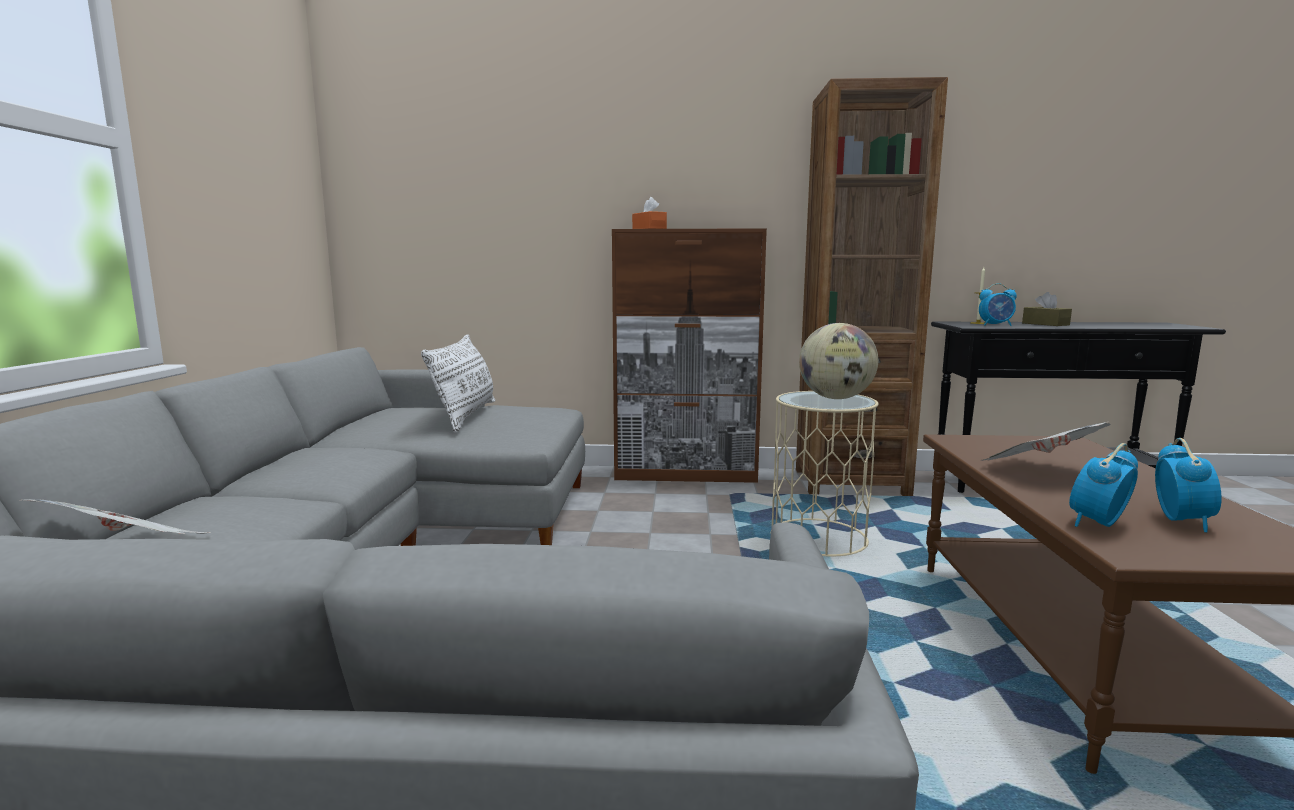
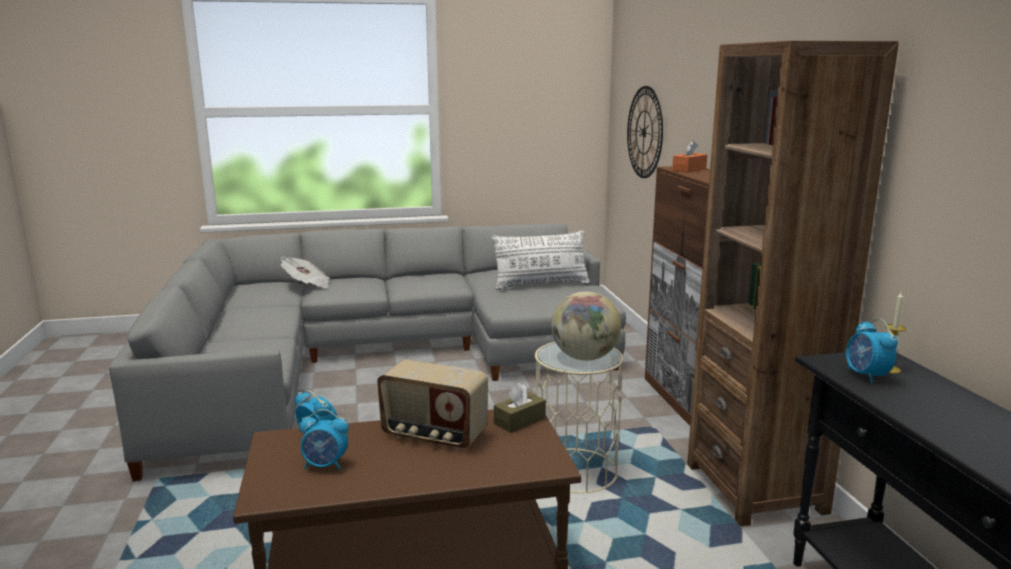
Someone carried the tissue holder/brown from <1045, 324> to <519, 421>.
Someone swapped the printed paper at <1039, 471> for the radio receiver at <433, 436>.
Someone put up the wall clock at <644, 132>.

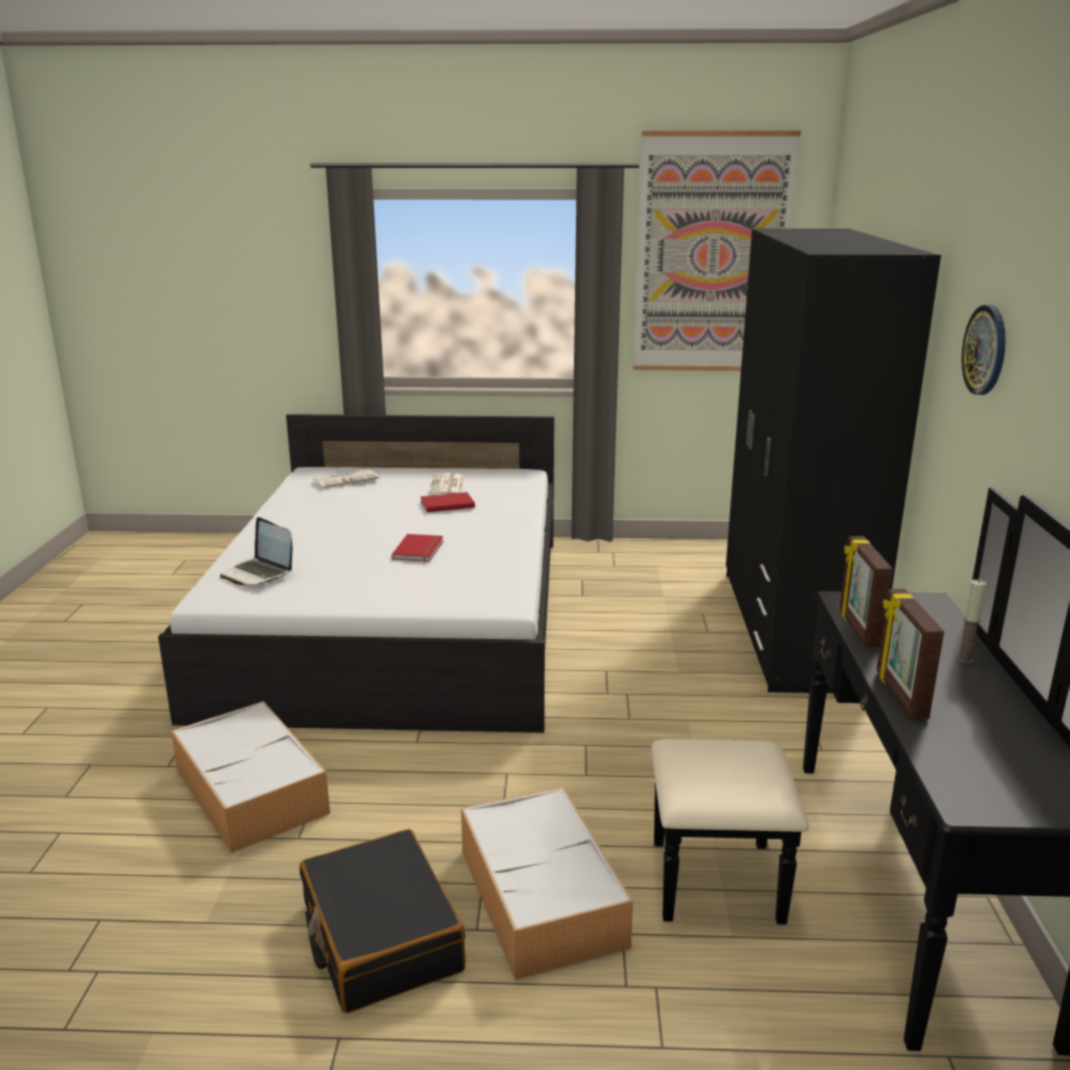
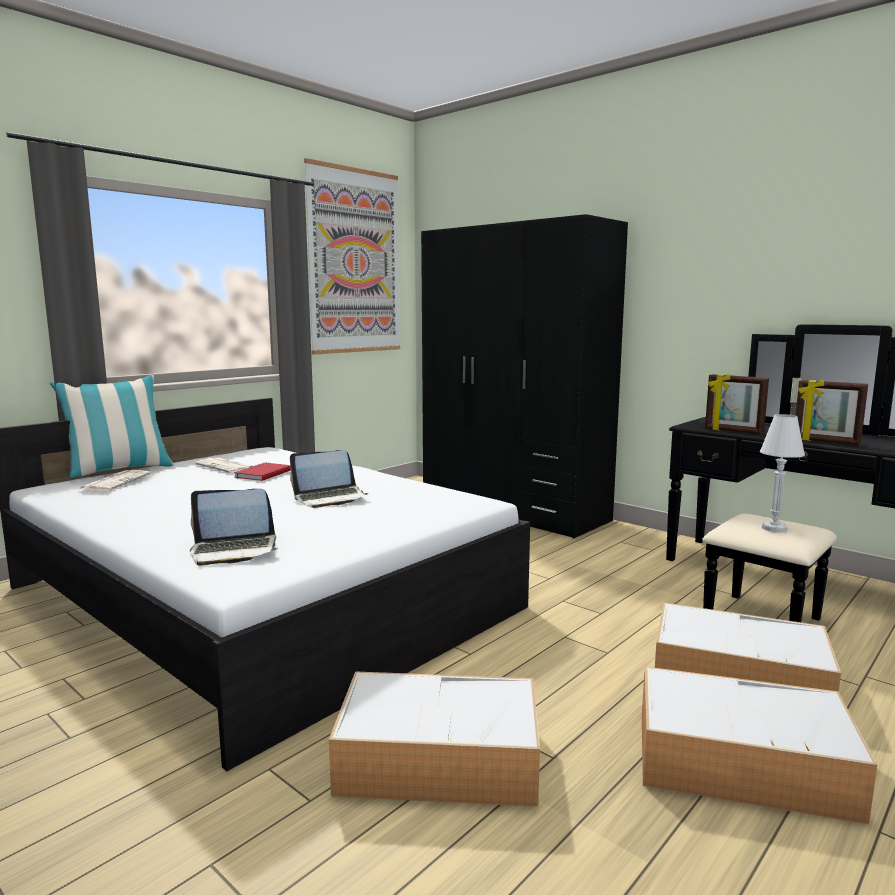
Someone took away the wall clock at <986, 350>.
Someone swapped the volume/red at <420, 550> for the notebook computer at <330, 498>.
Someone swapped the suitcase/blackish at <380, 937> for the storage box at <745, 763>.
Someone put down the throw pillow at <119, 470>.
Someone put down the tabletop lamp/whitish at <774, 528>.

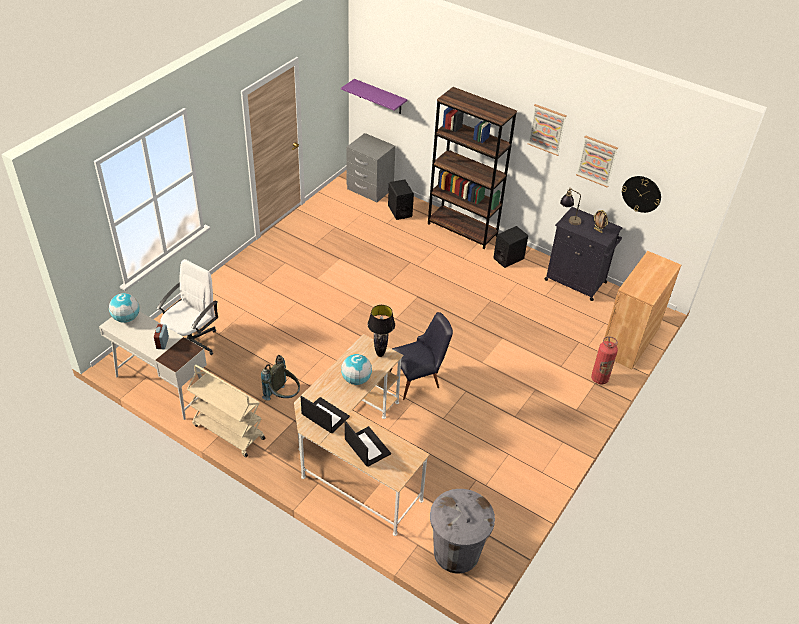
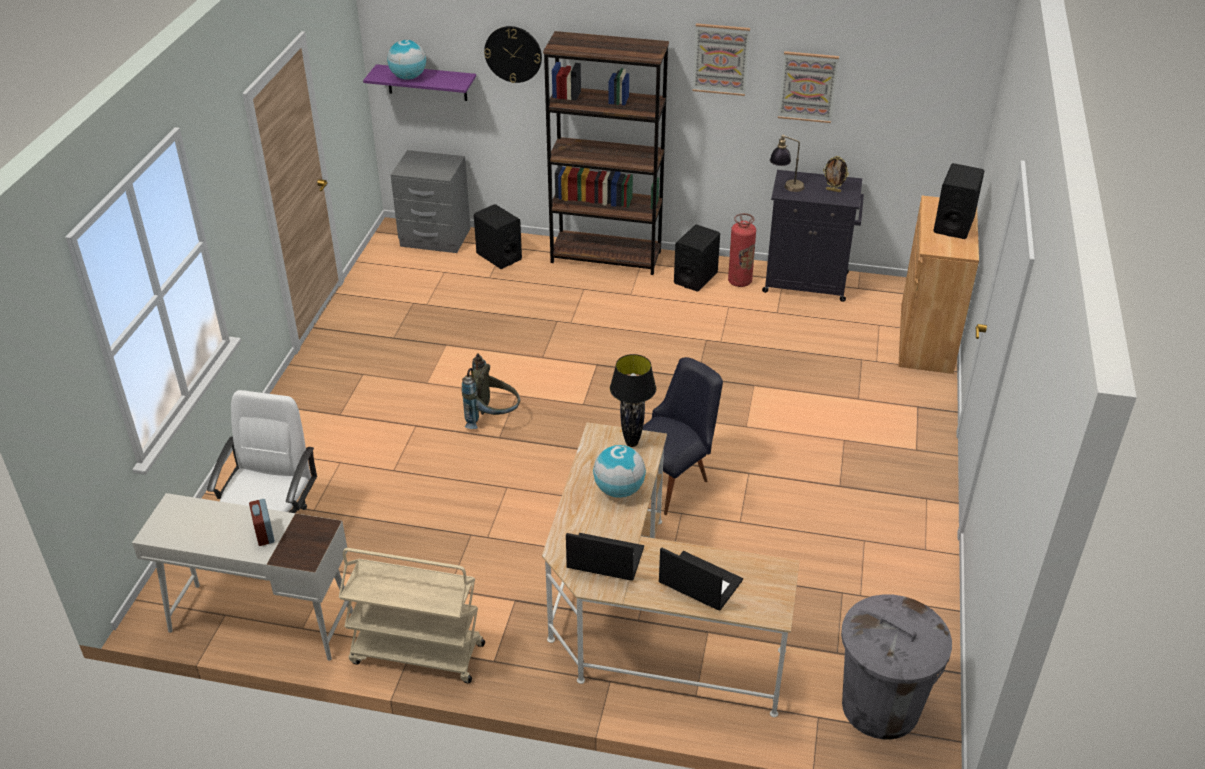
Someone carried the wall clock from <641, 194> to <513, 54>.
Someone carried the globe from <126, 318> to <408, 77>.
Someone carried the fire-fighting cylinder from <599, 378> to <739, 281>.
Someone carried the rucksack/gray from <283, 396> to <493, 419>.
Someone put down the loudspeaker/blackish at <953, 225>.

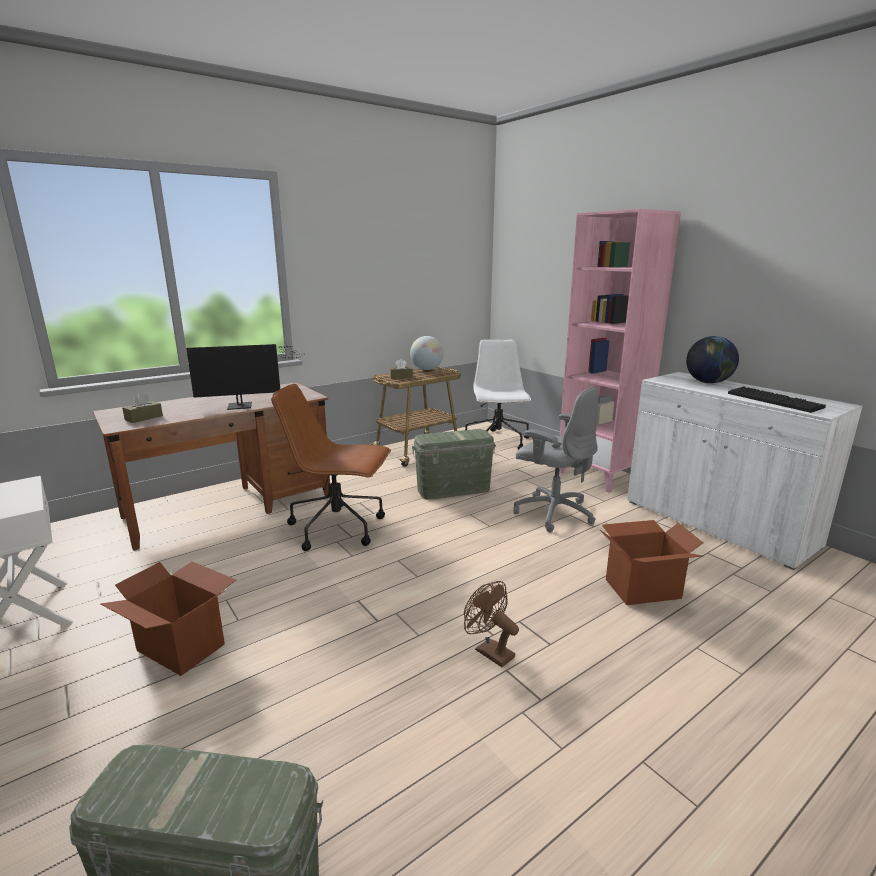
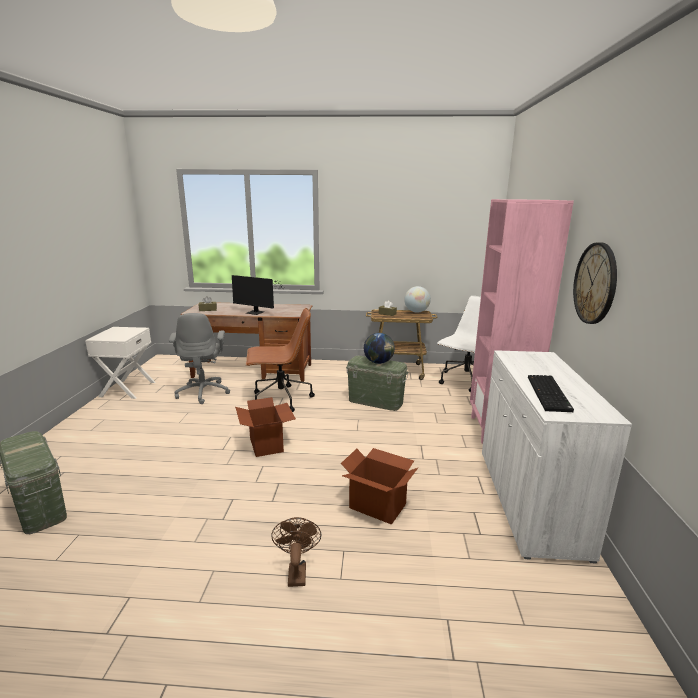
Someone carried the globe from <708, 382> to <378, 362>.
Someone rotated the desk chair/brown at <339, 528> by 120 degrees clockwise.
Someone carried the desk chair/gray from <553, 512> to <203, 392>.
Someone carried the packing box from <182, 646> to <267, 444>.
Someone carried the cooling fan/brown from <489, 651> to <296, 571>.
Someone put up the wall clock at <595, 283>.

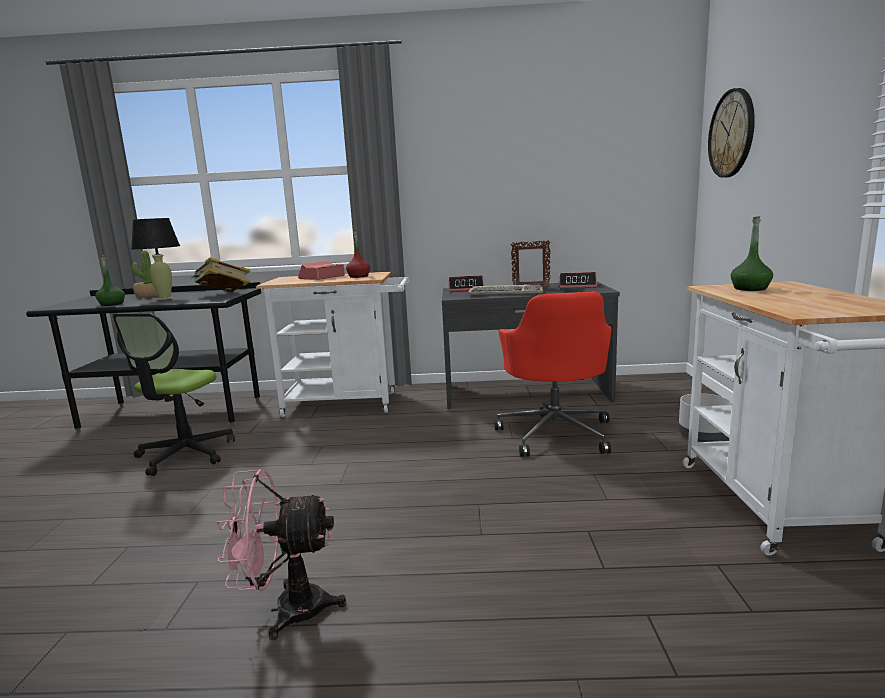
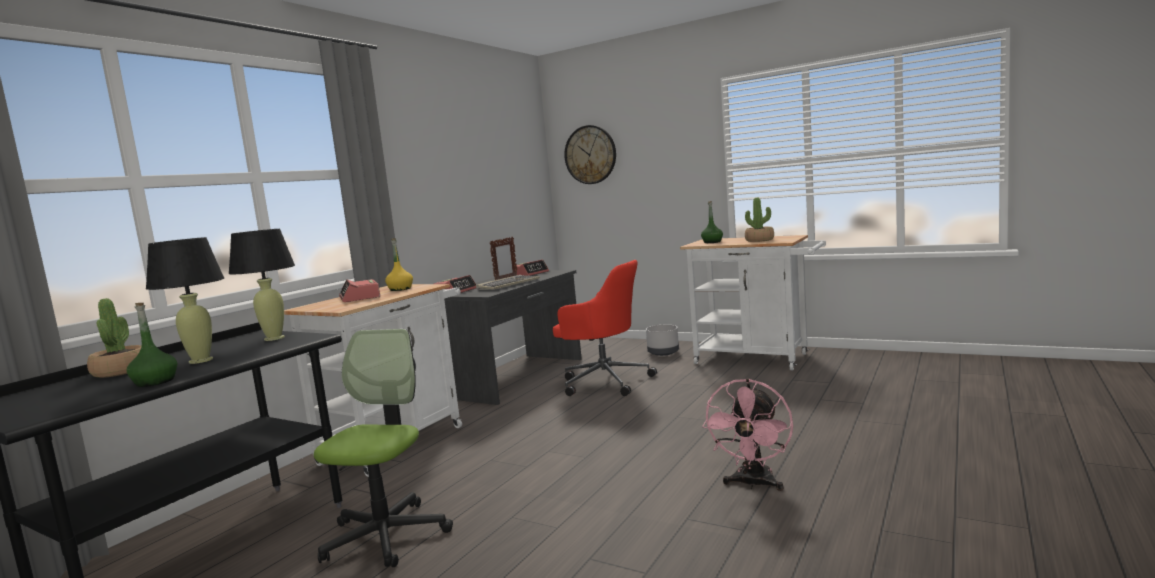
Someone repainted the beverage bottle/red at <358, 276>, which became the beverage bottle/yellowish at <400, 289>.
Someone swapped the volume at <223, 295> for the tabletop lamp/blackish at <274, 338>.
Someone rotated the desk chair at <185, 454> by 120 degrees counterclockwise.
Someone put down the plant in a pot at <759, 240>.

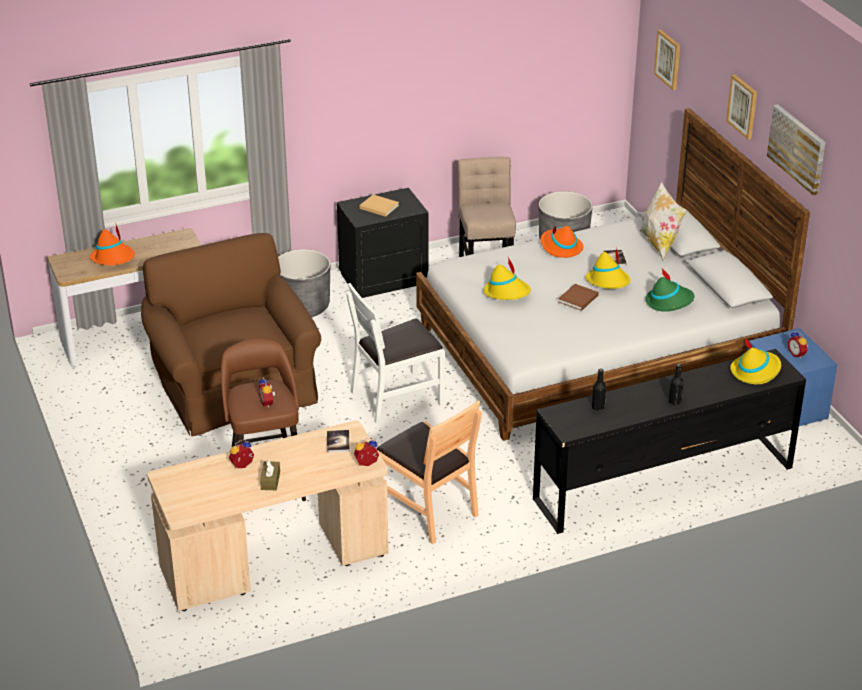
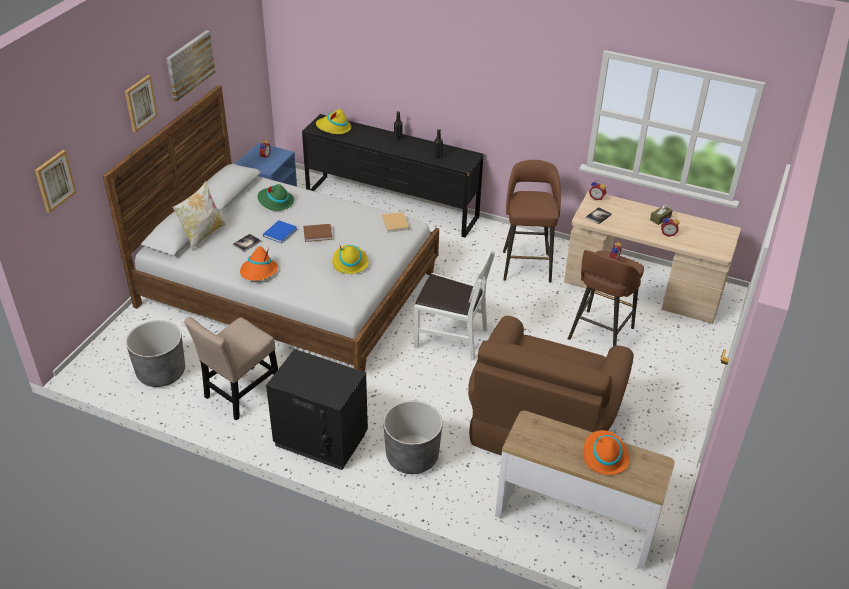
Someone carried the volume/beige-coloured from <378, 206> to <395, 224>.
Someone swapped the wearable hat/yellowish at <608, 281> for the volume/blue at <280, 232>.
Someone swapped the plain chair/brown at <427, 510> for the sitting stool/brown at <526, 265>.

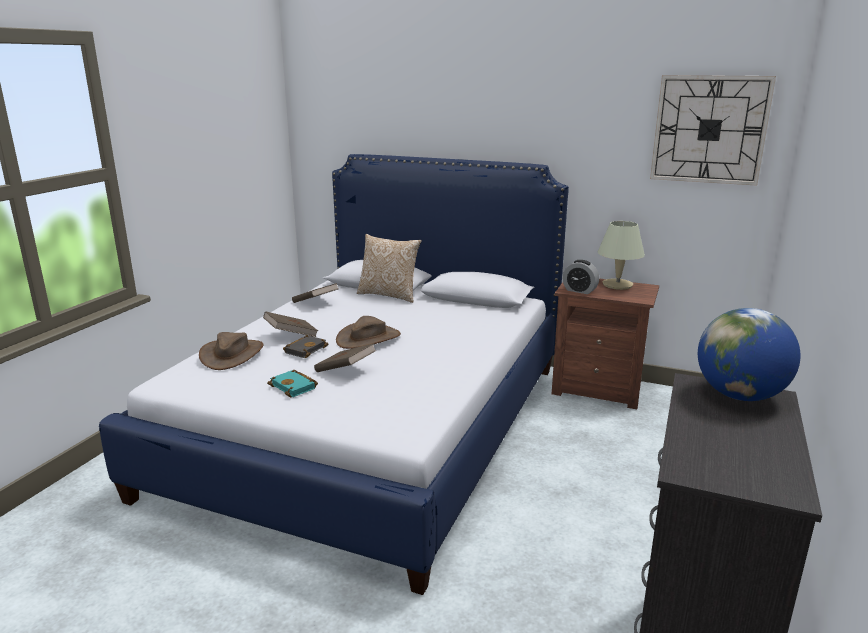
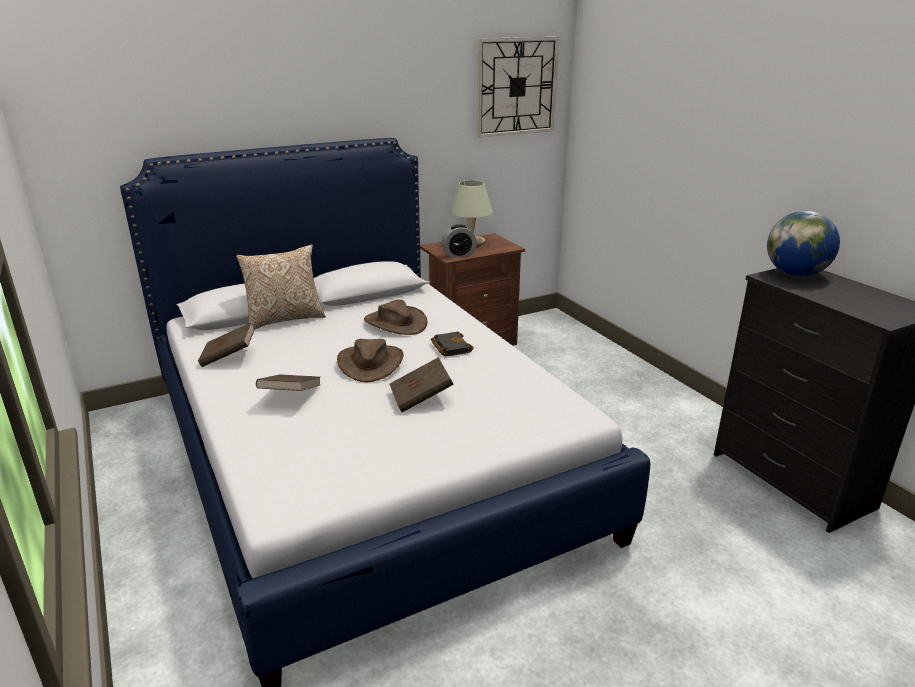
Someone carried the wearable hat/brown from <232, 354> to <395, 323>.
Someone carried the volume/blackish from <305, 349> to <449, 347>.
Someone took away the volume/turquoise at <295, 387>.

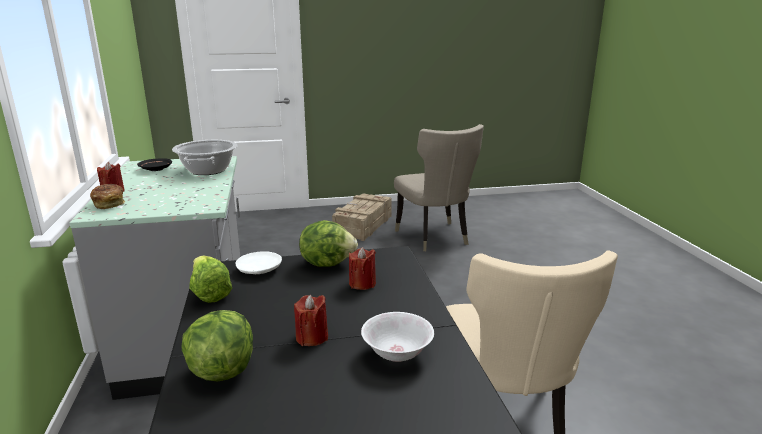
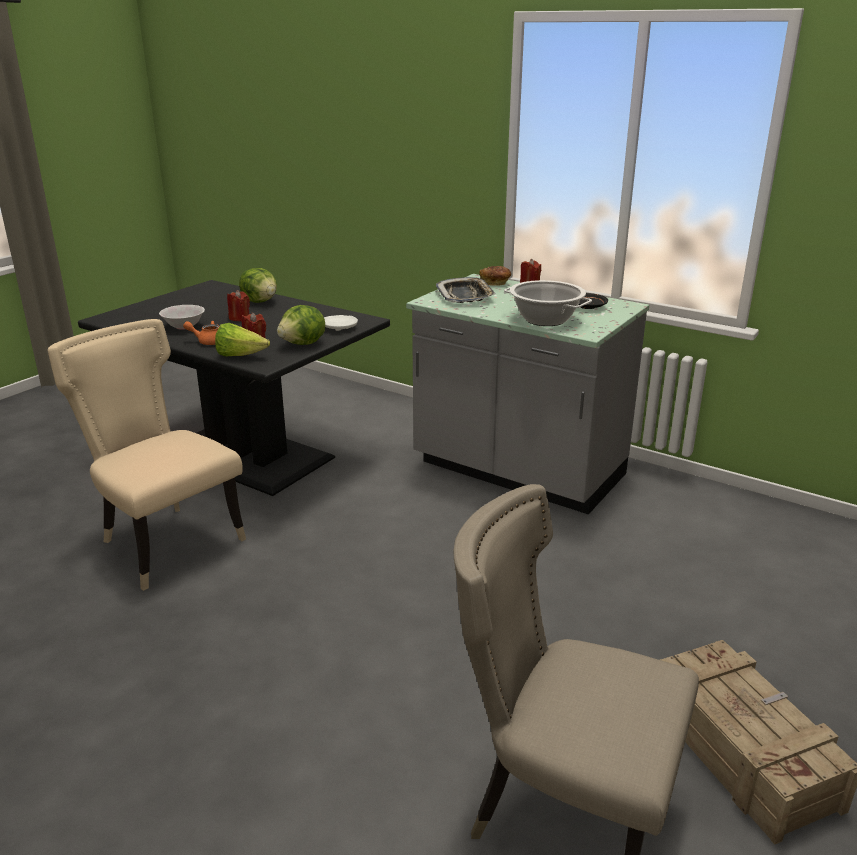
Someone carried the head of lettuce from <209, 293> to <240, 356>.
Someone put down the carrying tray at <465, 295>.
Someone put down the tea pot/orangey at <208, 341>.

